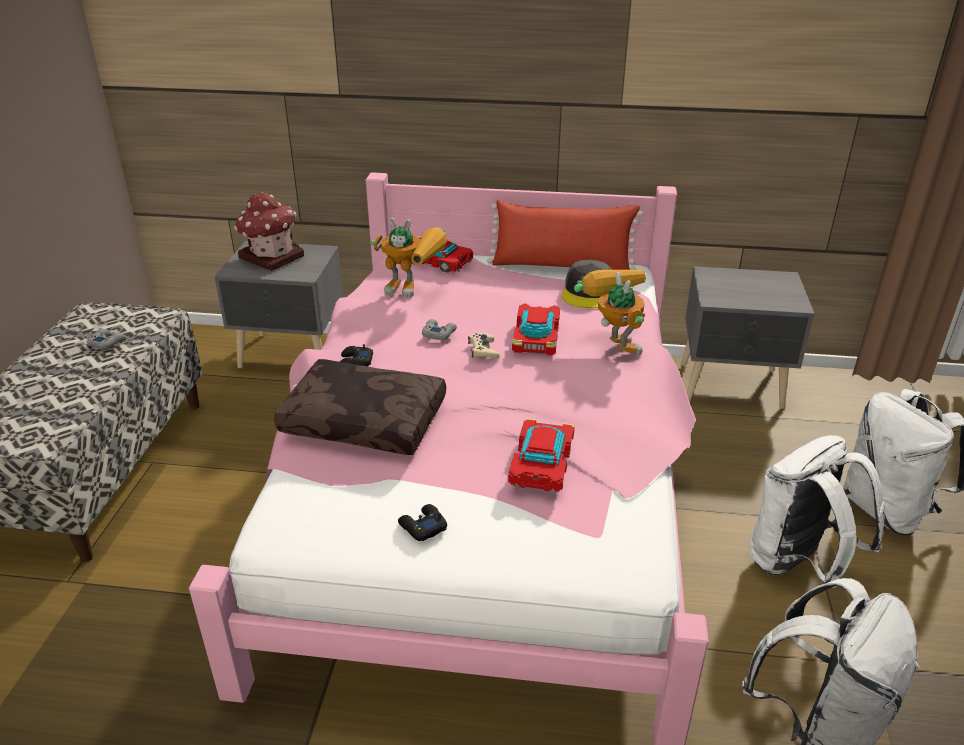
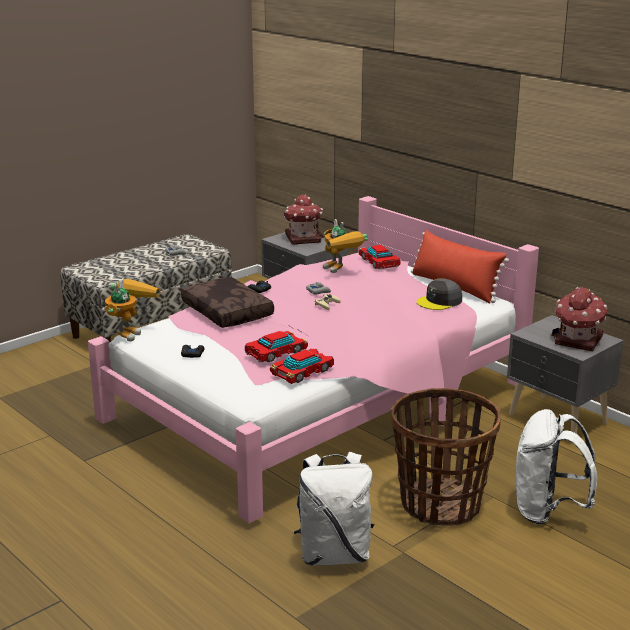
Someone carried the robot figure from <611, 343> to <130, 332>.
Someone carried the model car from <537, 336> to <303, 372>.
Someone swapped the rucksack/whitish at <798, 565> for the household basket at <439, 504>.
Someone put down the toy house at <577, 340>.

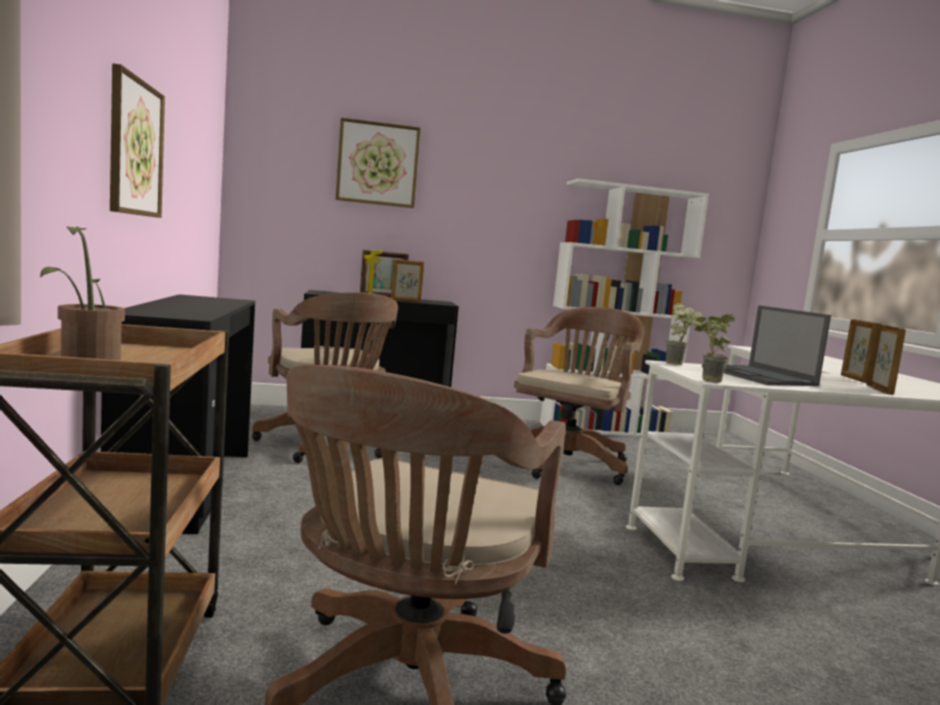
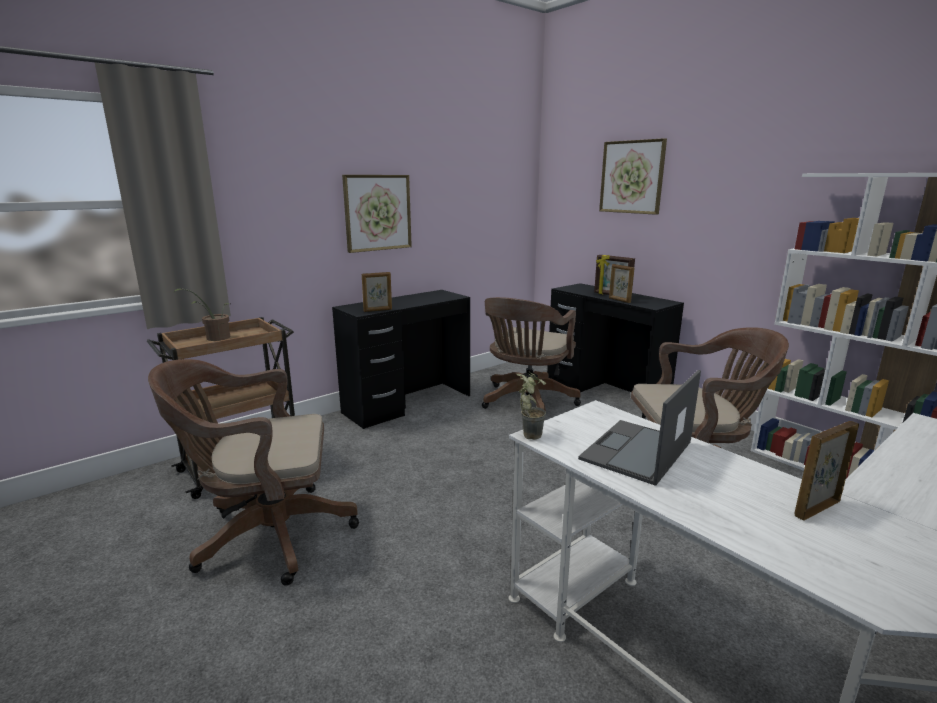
Someone took away the plant in a pot at <679, 364>.
Someone carried the photo frame from <880, 390> to <378, 310>.

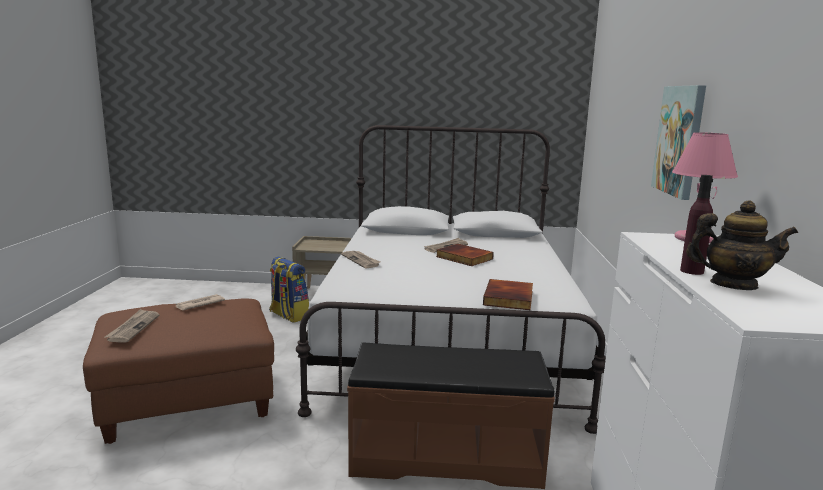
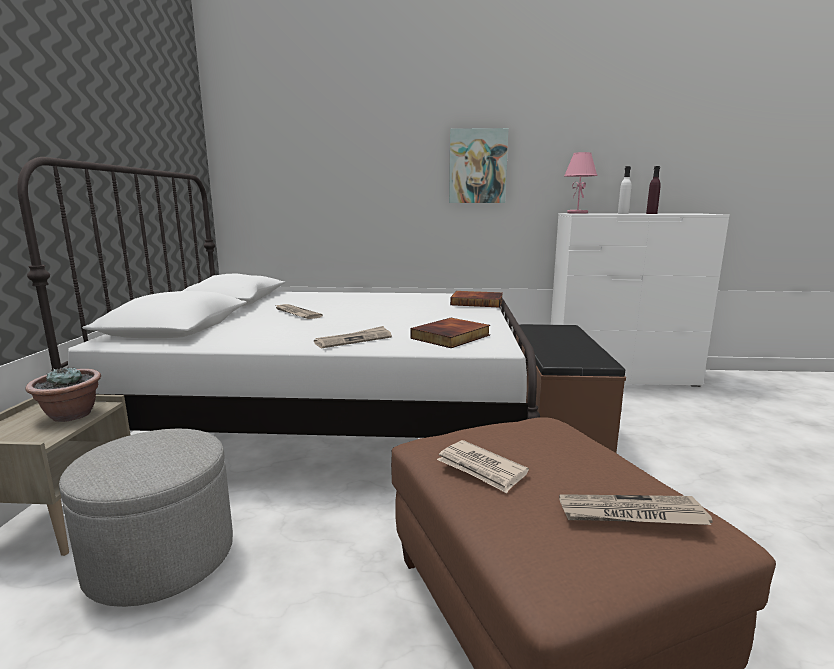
Someone took away the tea pot at <733, 285>.
Someone carried the volume from <463, 258> to <451, 337>.
Someone swapped the rucksack at <288, 315> for the ottoman/gray at <161, 557>.
Someone put down the beverage bottle/whitish at <623, 213>.
Someone put down the plant in a pot at <71, 415>.

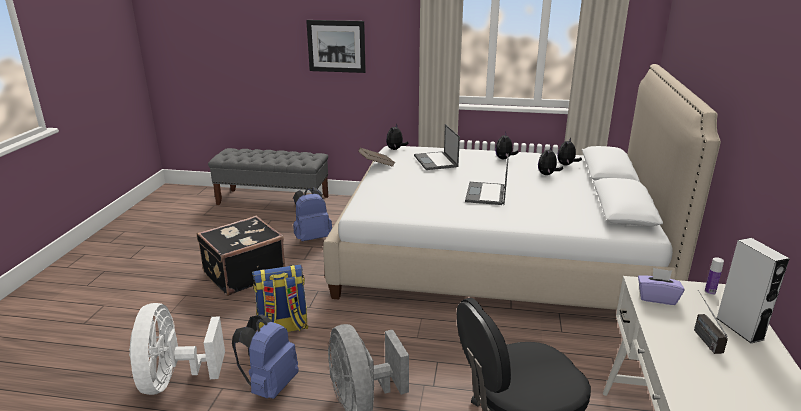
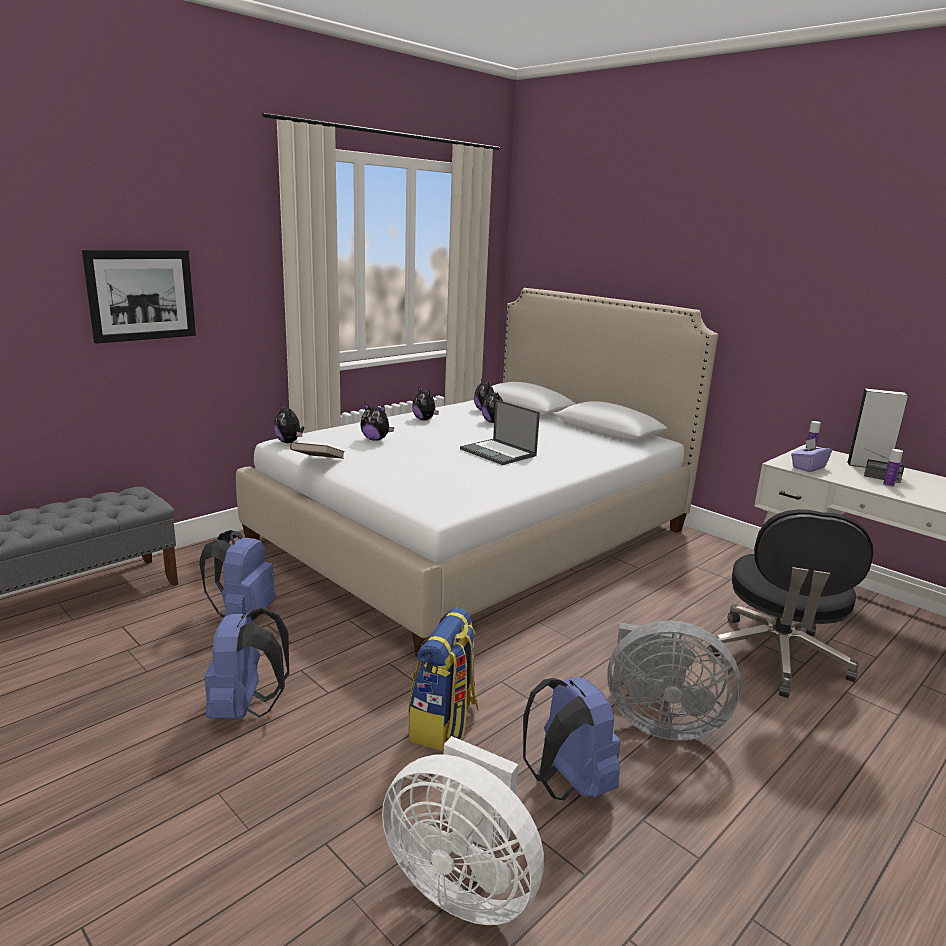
Someone swapped the notebook computer at <436, 161> for the cuddly toy at <375, 439>.
Someone swapped the suitcase/blackish at <243, 274> for the rucksack/blue at <246, 709>.
Someone put down the beverage bottle at <888, 485>.

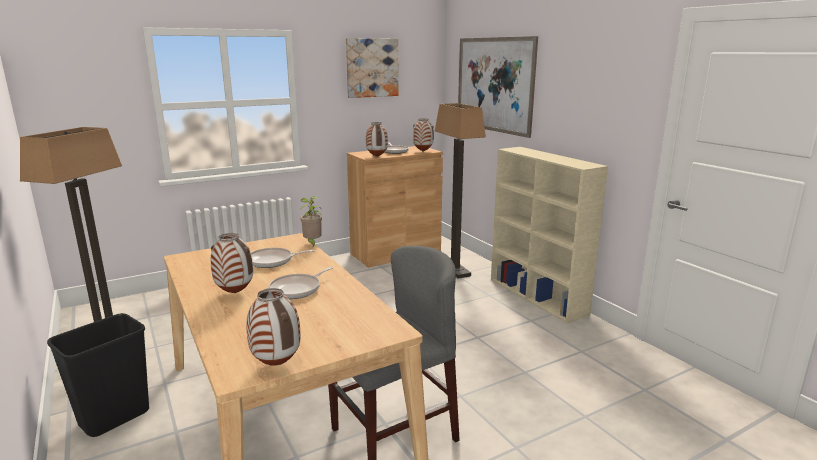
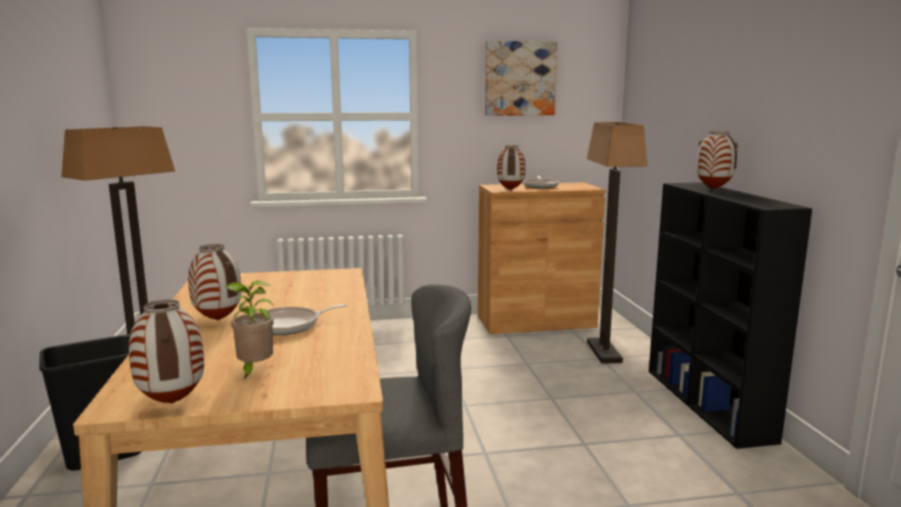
Someone took away the picture at <494, 85>.
Someone carried the flower vase from <423, 151> to <714, 189>.
Someone repainted the bookshelf/beige-coloured at <537, 297>, which became the bookshelf/blackish at <708, 404>.
Someone carried the plant in a pot from <312, 243> to <254, 370>.
Someone took away the frying pan at <273, 261>.

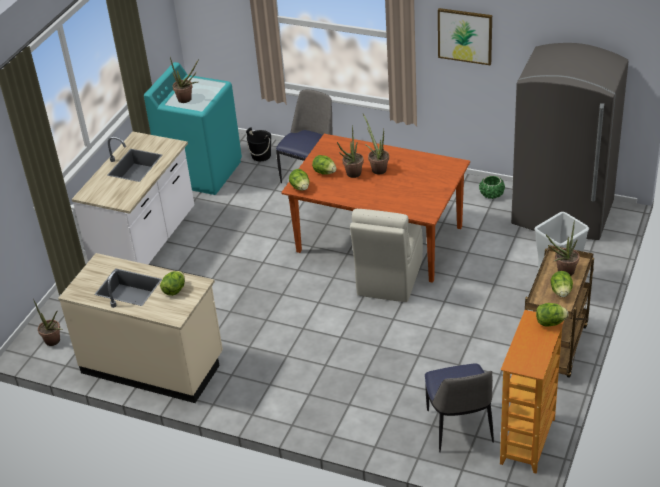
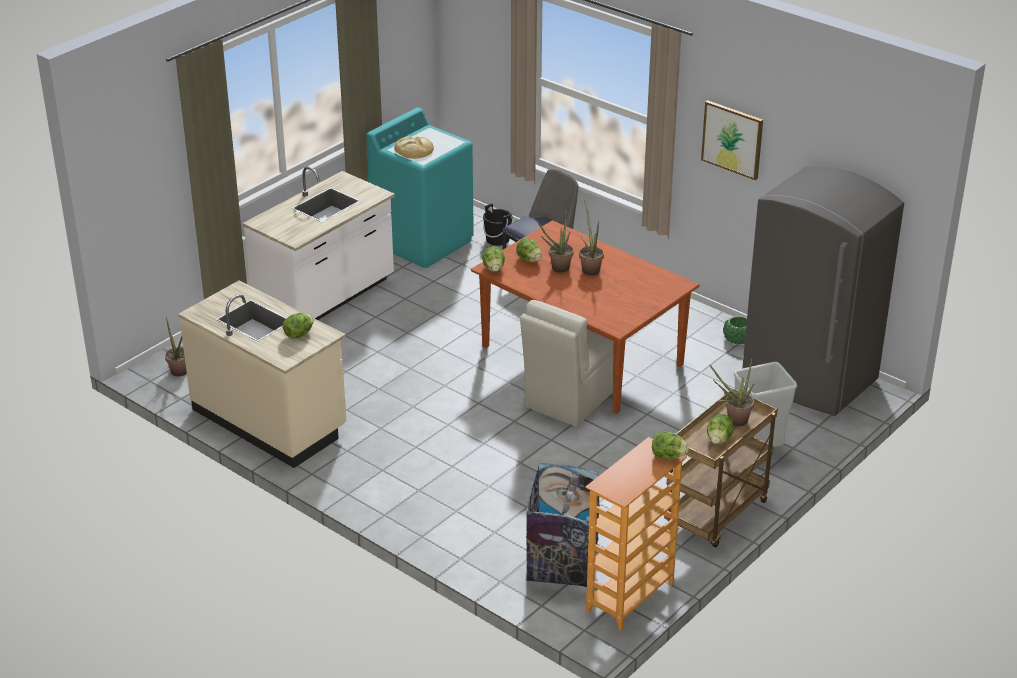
Someone swapped the plant in a pot at <187, 100> for the baked bread at <414, 150>.
Someone swapped the plain chair at <459, 428> for the rubbish bin at <562, 565>.

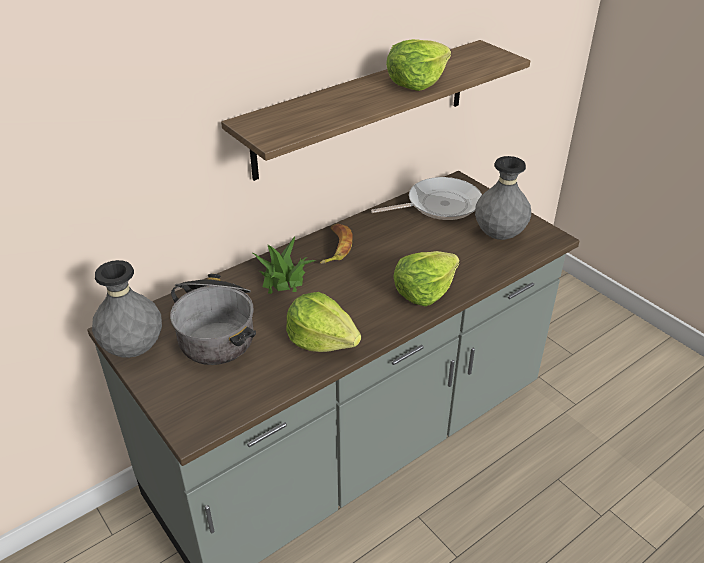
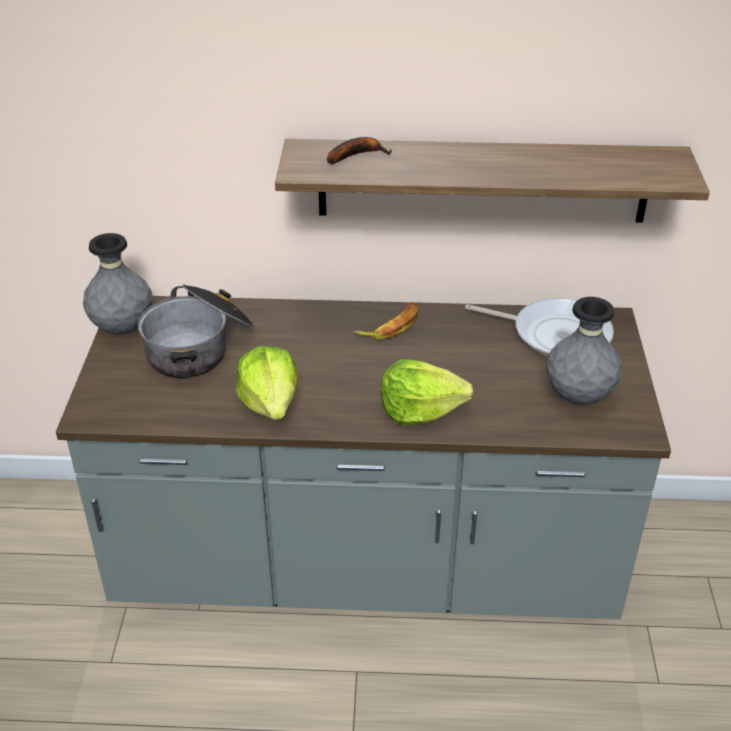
Someone took away the head of lettuce at <416, 82>.
Someone took away the plant in a pot at <283, 278>.
Someone put down the banana at <356, 155>.

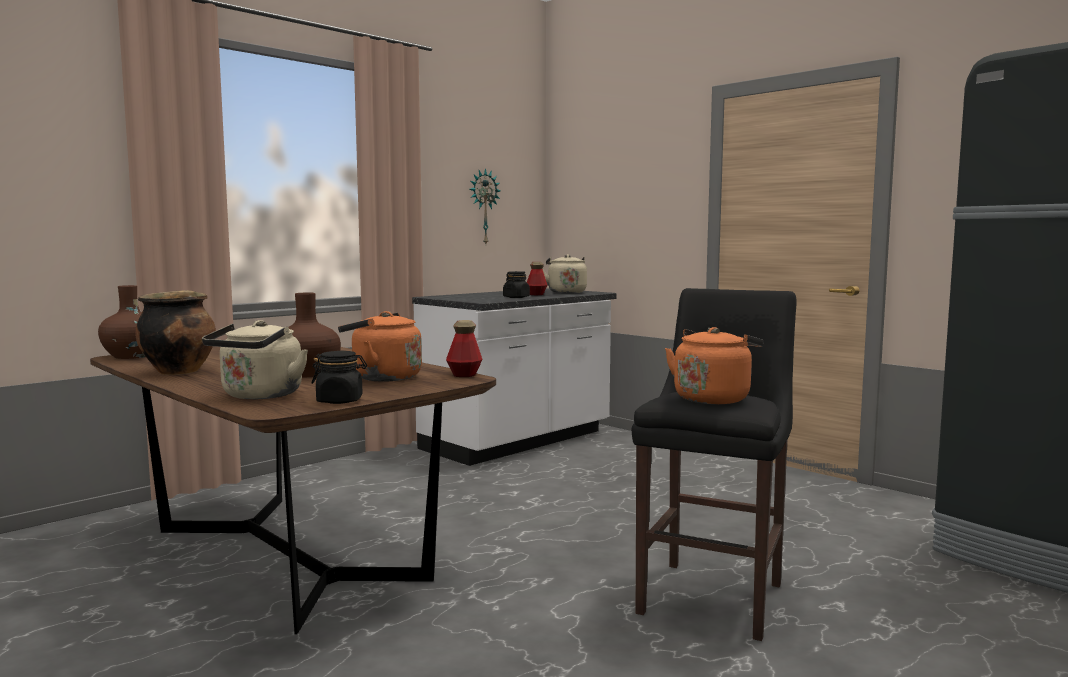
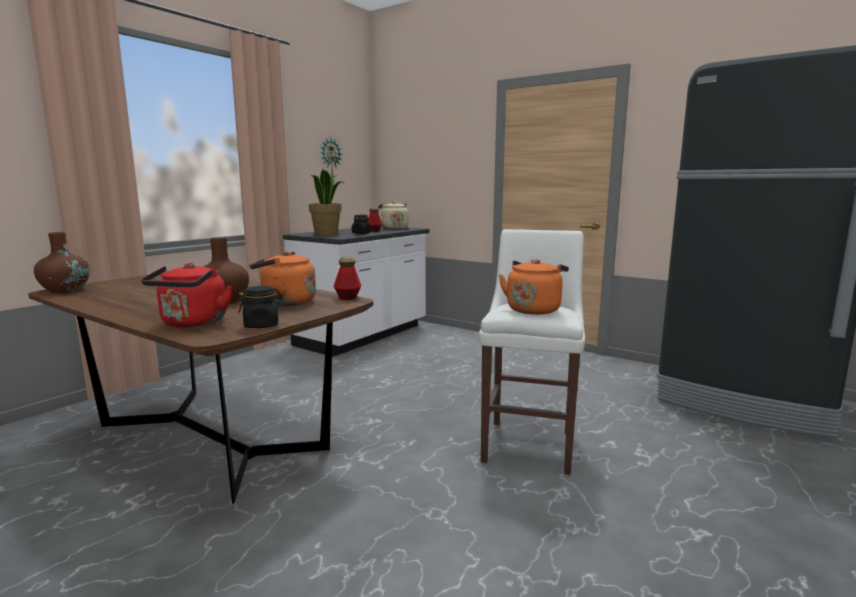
Someone repainted the sitting stool/blackish at <714, 595>, which became the sitting stool/whitish at <529, 443>.
Someone took away the stockpot at <178, 371>.
Someone repainted the tea kettle/beige-coloured at <259, 396>, which became the tea kettle/red at <192, 323>.
Someone put down the plant in a pot at <326, 235>.

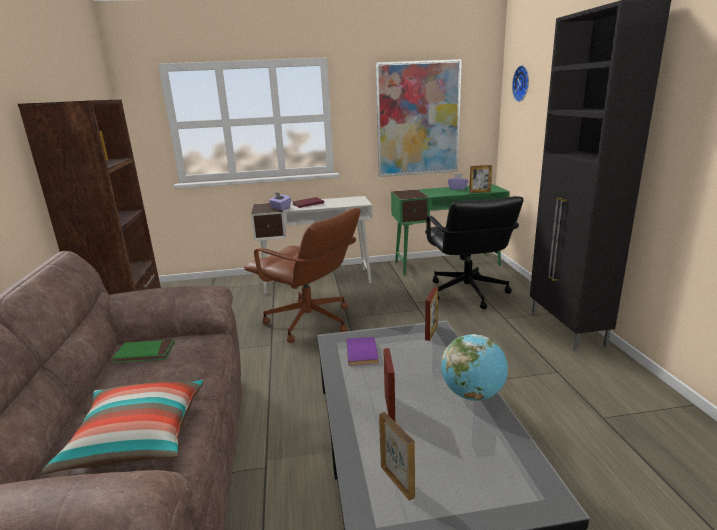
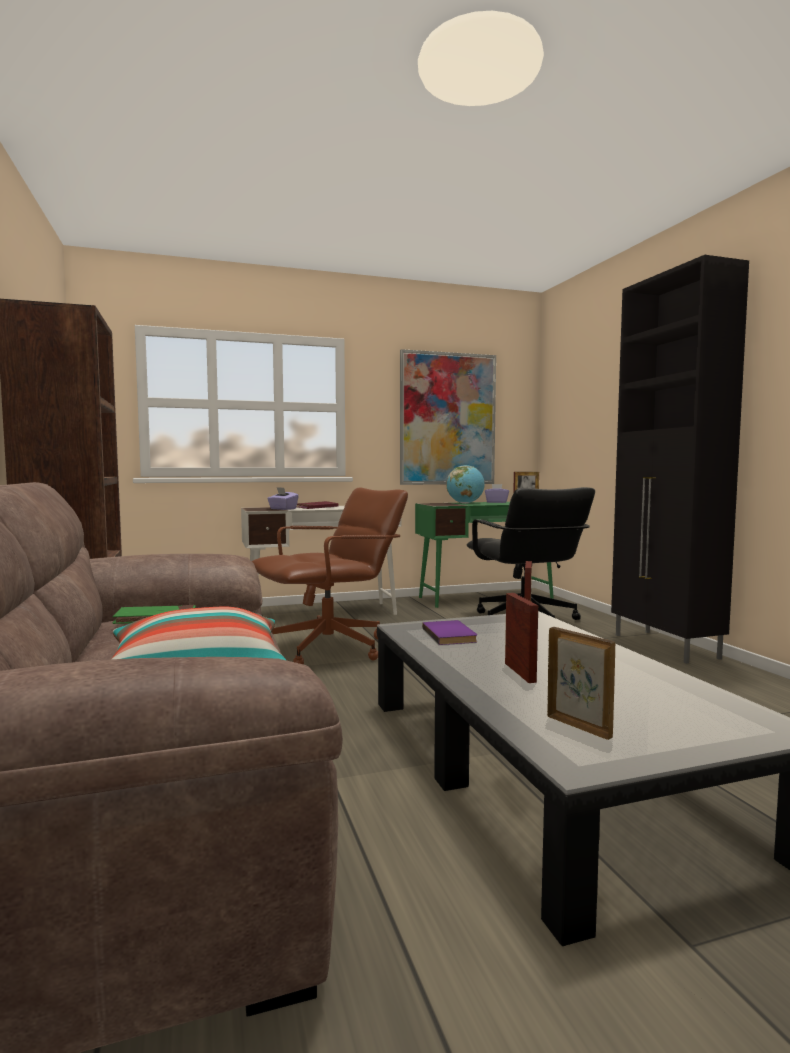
Someone took away the wall clock at <522, 83>.
Someone rotated the desk chair/brown at <309, 322> by 60 degrees counterclockwise.
Someone carried the globe from <472, 394> to <465, 503>.

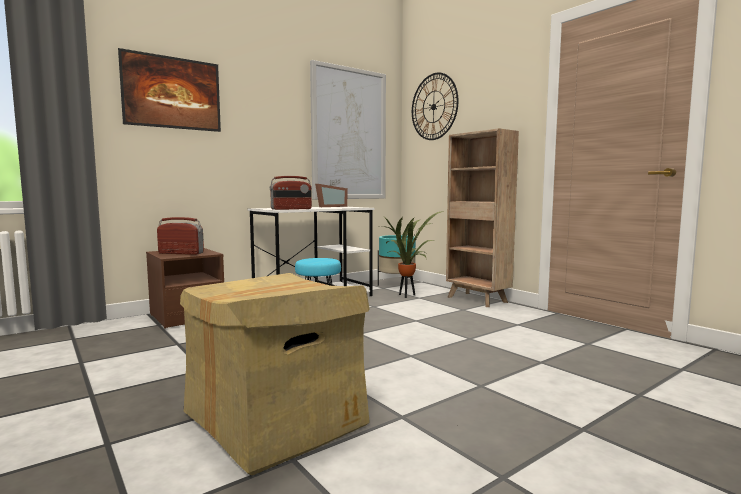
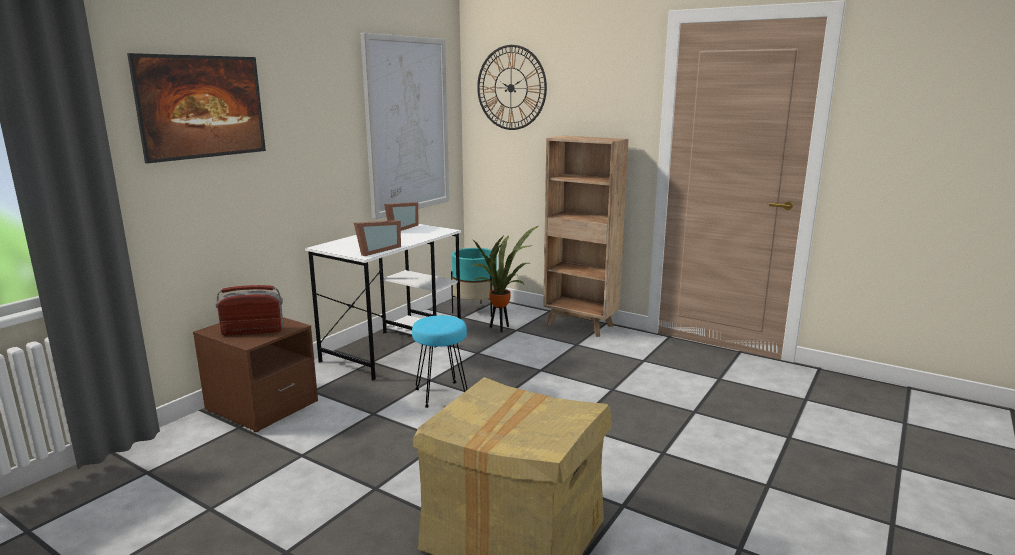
Someone swapped the radio receiver at <291, 209> for the photo frame at <376, 250>.

